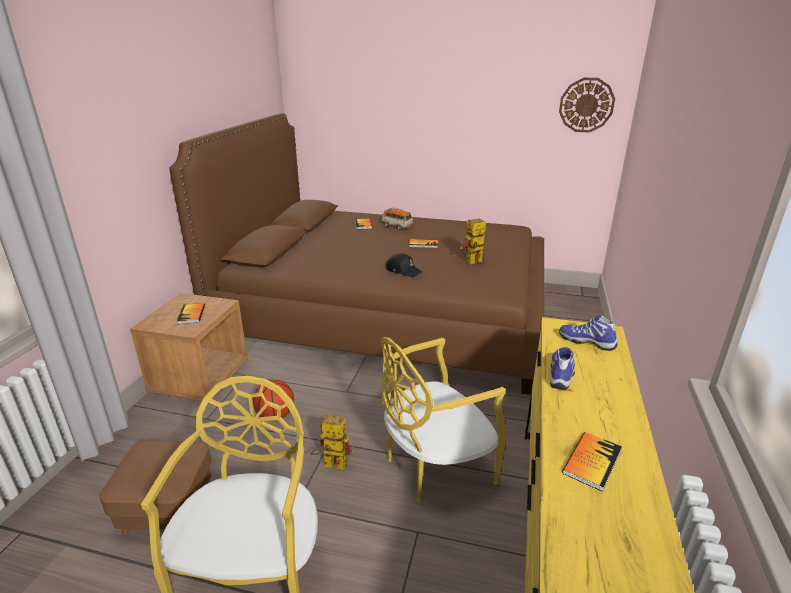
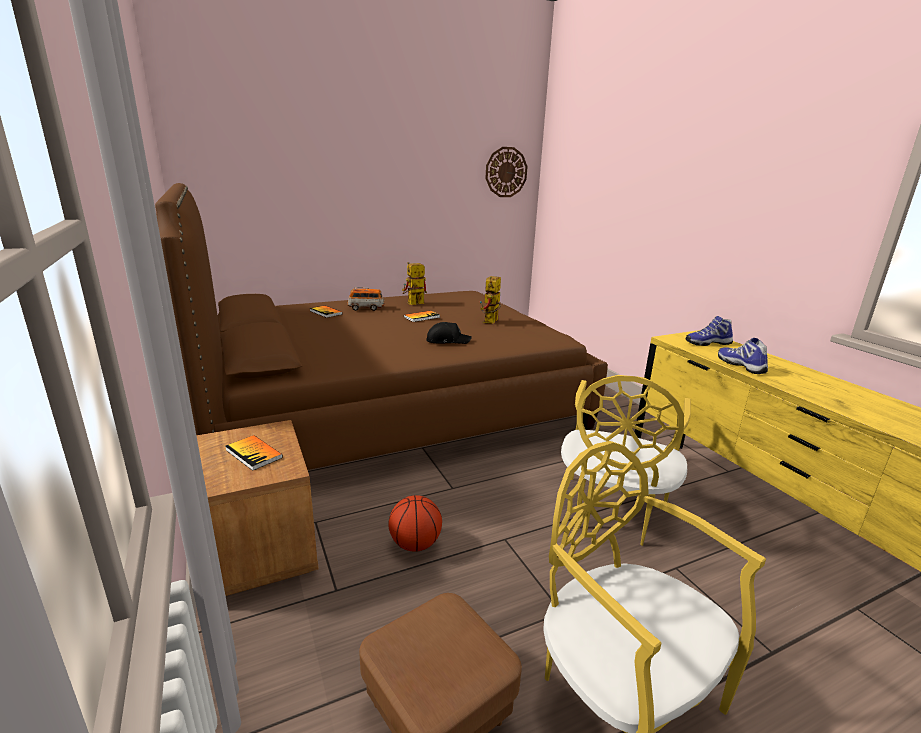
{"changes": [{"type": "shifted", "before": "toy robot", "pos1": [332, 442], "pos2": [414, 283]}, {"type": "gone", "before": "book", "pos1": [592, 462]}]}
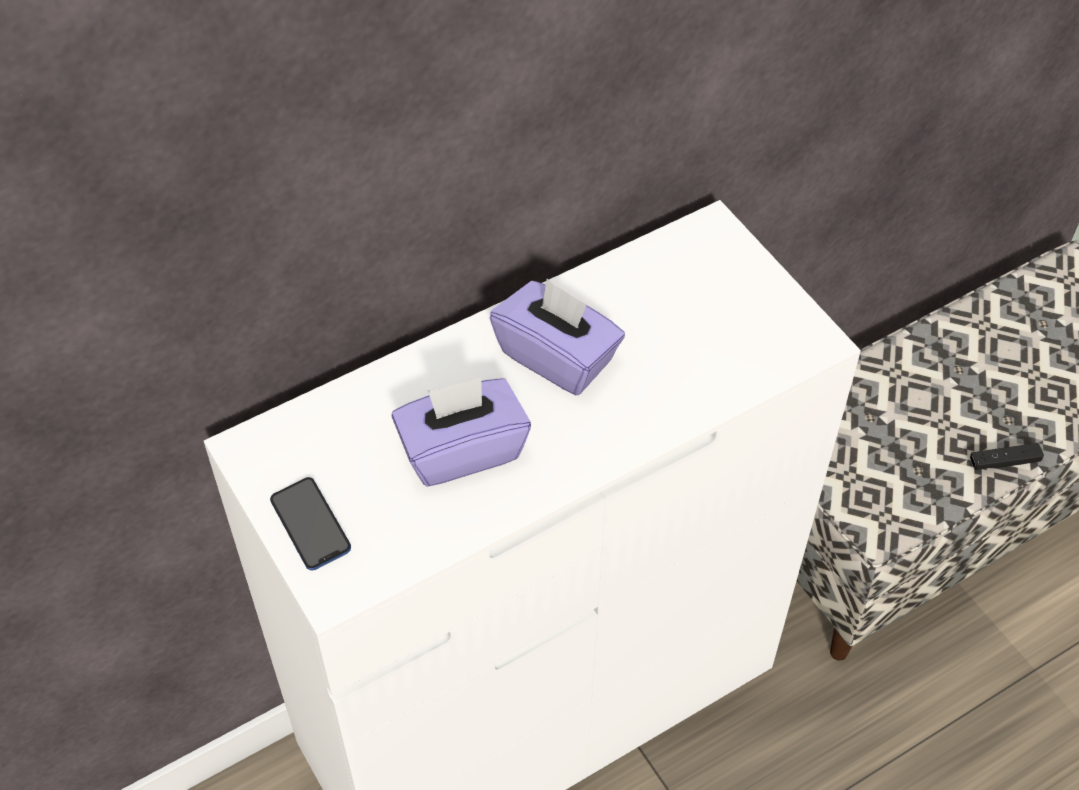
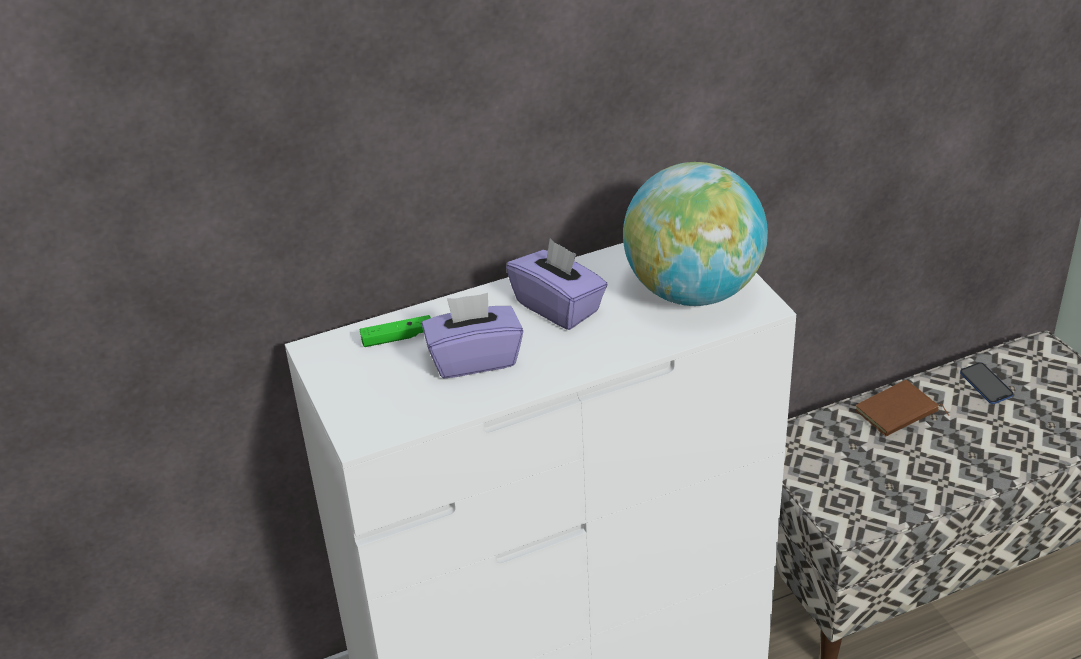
{"changes": [{"type": "new", "after": "game controller (green)", "pos2": [395, 331]}, {"type": "new", "after": "globe", "pos2": [695, 234]}, {"type": "new", "after": "book (brown)", "pos2": [902, 408]}, {"type": "shifted", "before": "phone", "pos1": [310, 523], "pos2": [986, 383]}, {"type": "gone", "before": "game controller (black)", "pos1": [1007, 456]}]}
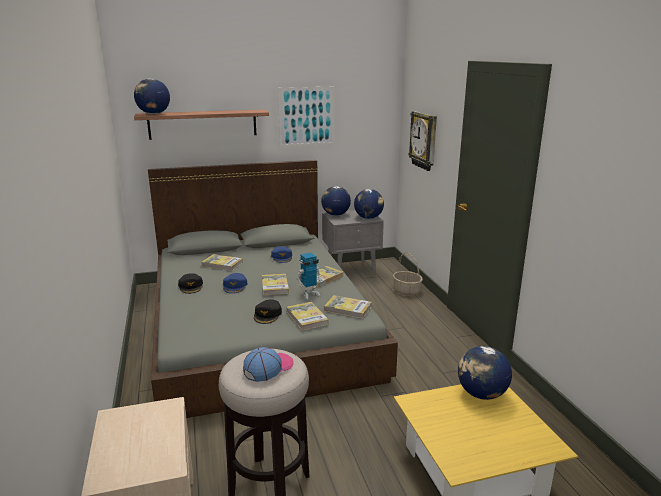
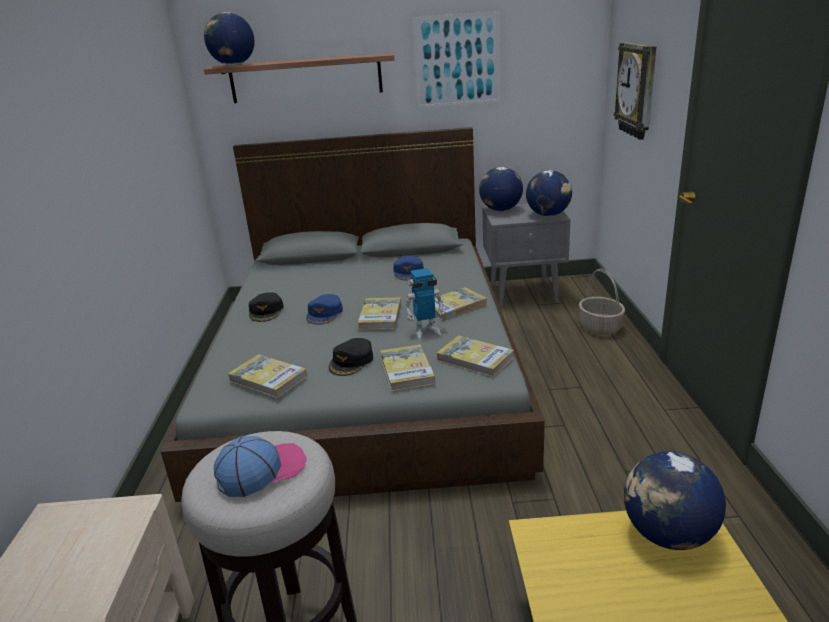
{"changes": [{"type": "shifted", "before": "book", "pos1": [222, 262], "pos2": [267, 376]}]}
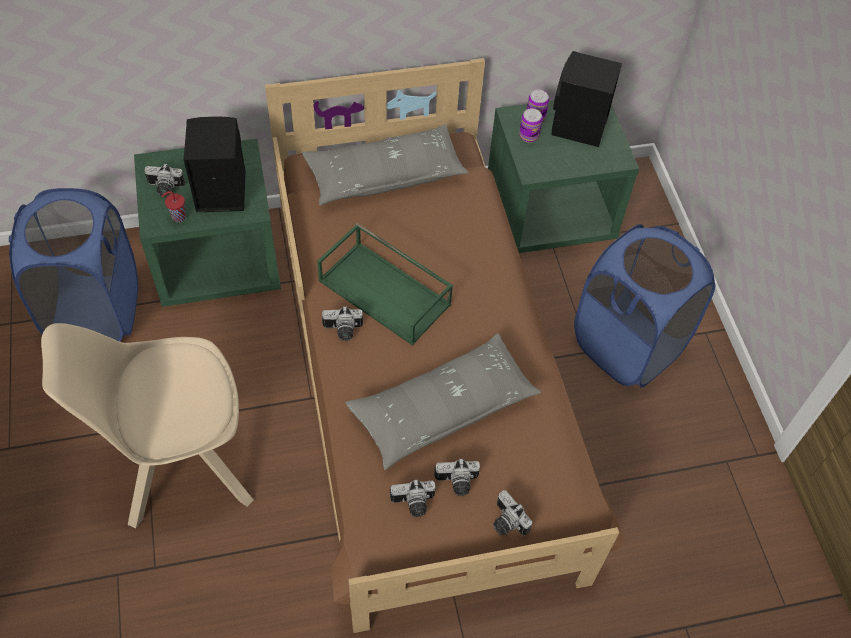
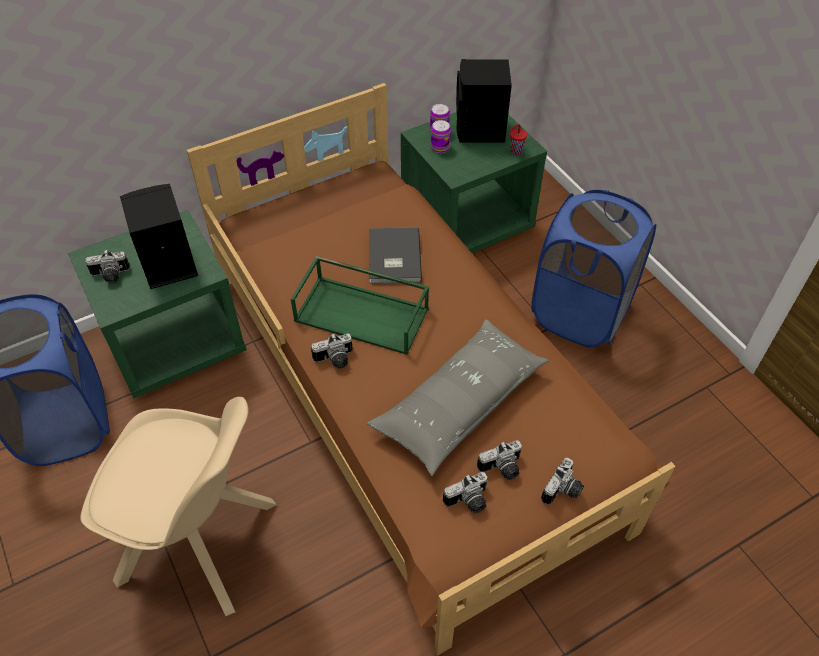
{"changes": [{"type": "rotated", "before": "chair (beige)", "pos1": [147, 426], "pos2": [178, 506], "turn": -135}, {"type": "new", "after": "book (grey)", "pos2": [395, 255]}, {"type": "shifted", "before": "cup (red)", "pos1": [174, 206], "pos2": [518, 139]}, {"type": "rotated", "before": "photo camera", "pos1": [512, 512], "pos2": [562, 481], "turn": -90}, {"type": "gone", "before": "pillow (grey)", "pos1": [385, 164]}]}
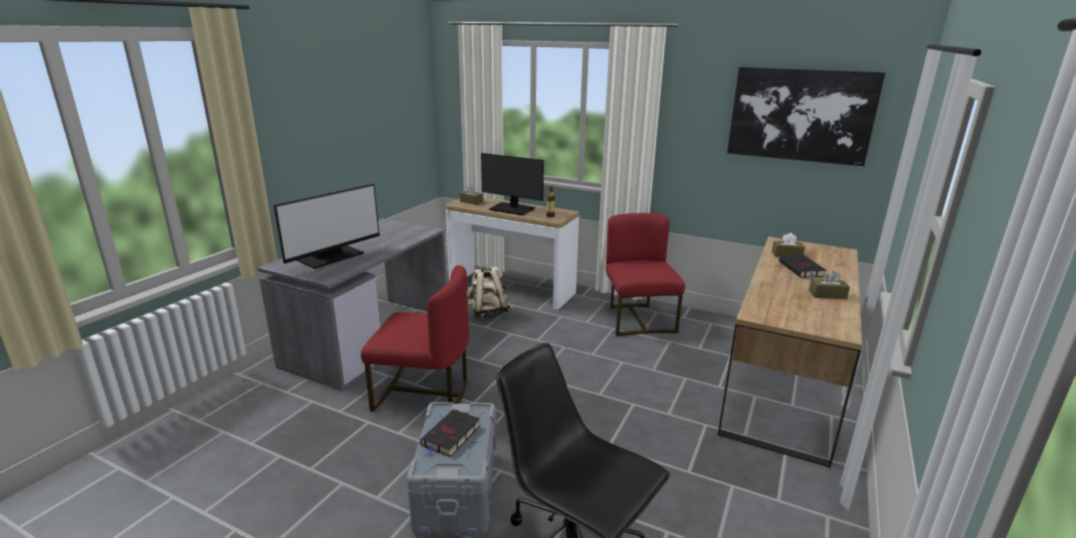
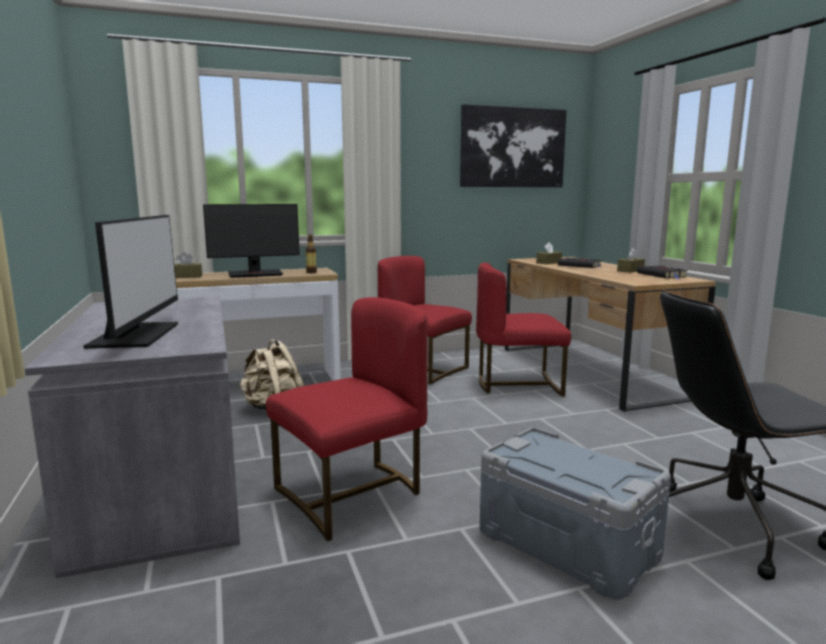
{"changes": [{"type": "new", "after": "chair (red)", "pos2": [523, 330]}, {"type": "shifted", "before": "book (black)", "pos1": [450, 433], "pos2": [662, 272]}]}
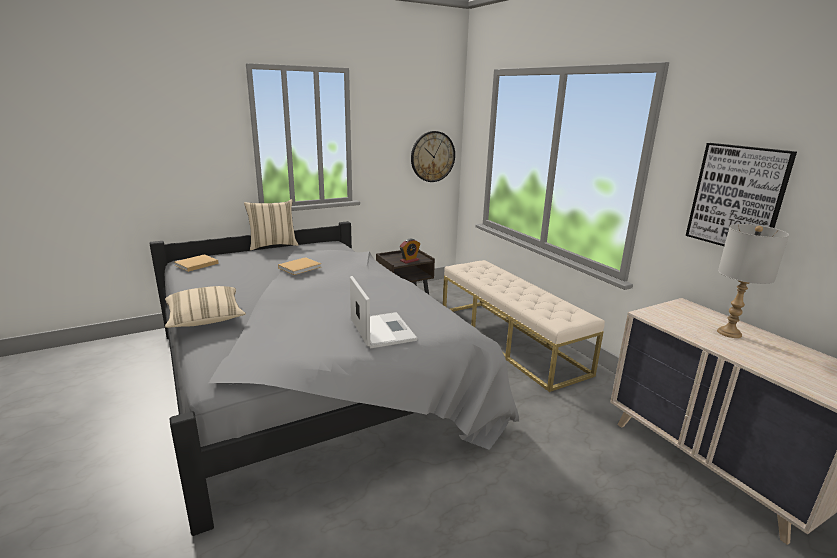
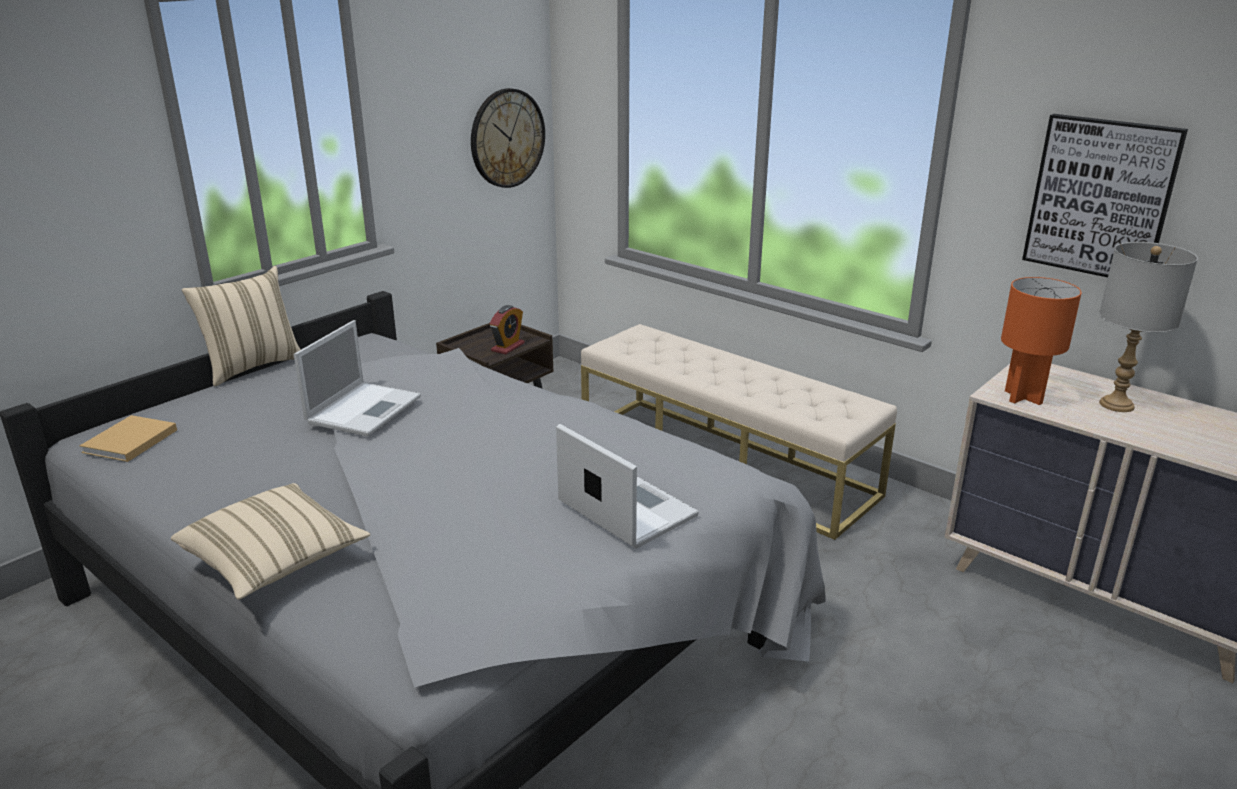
{"changes": [{"type": "swapped", "before": "book (beige)", "after": "laptop", "pos1": [299, 266], "pos2": [357, 378]}, {"type": "new", "after": "table lamp (orange)", "pos2": [1041, 341]}]}
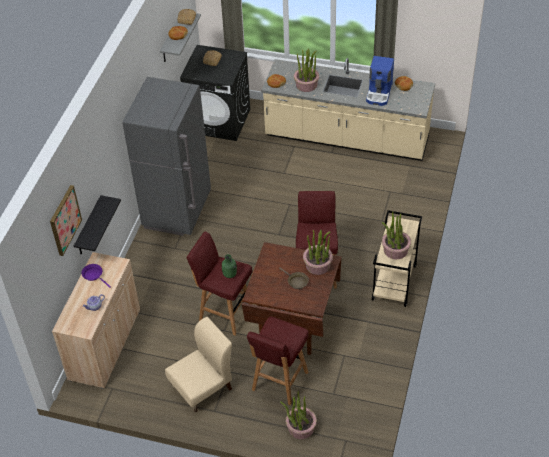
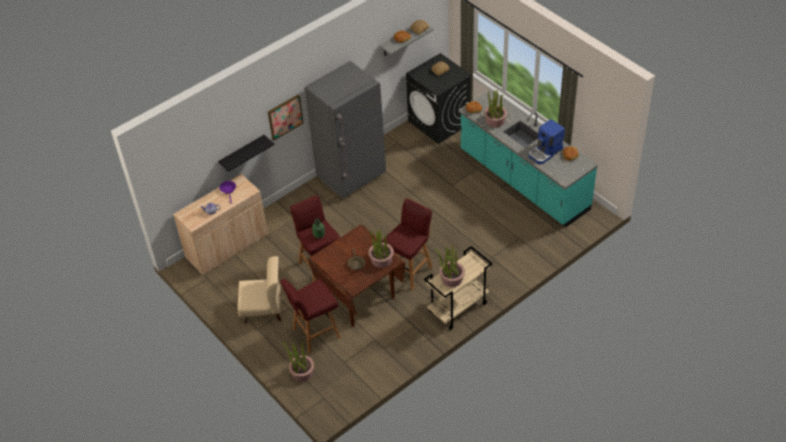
{"changes": [{"type": "shifted", "before": "picture", "pos1": [66, 220], "pos2": [286, 117]}, {"type": "repainted", "before": "counter (beige)", "after": "counter (turquoise)", "pos1": [348, 109], "pos2": [528, 158]}]}
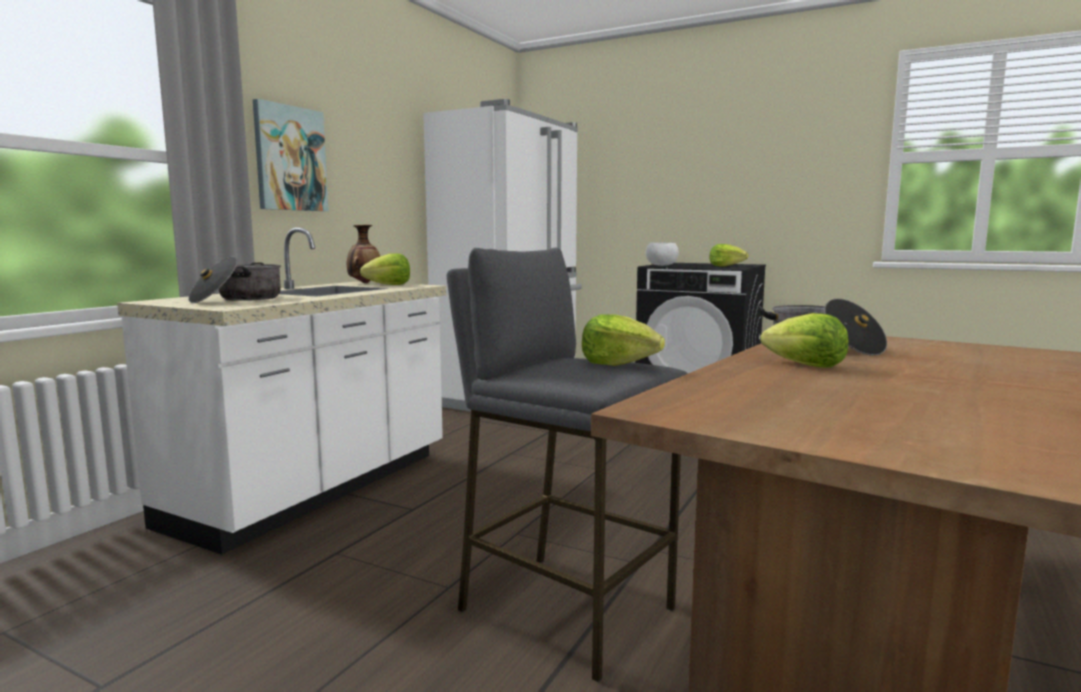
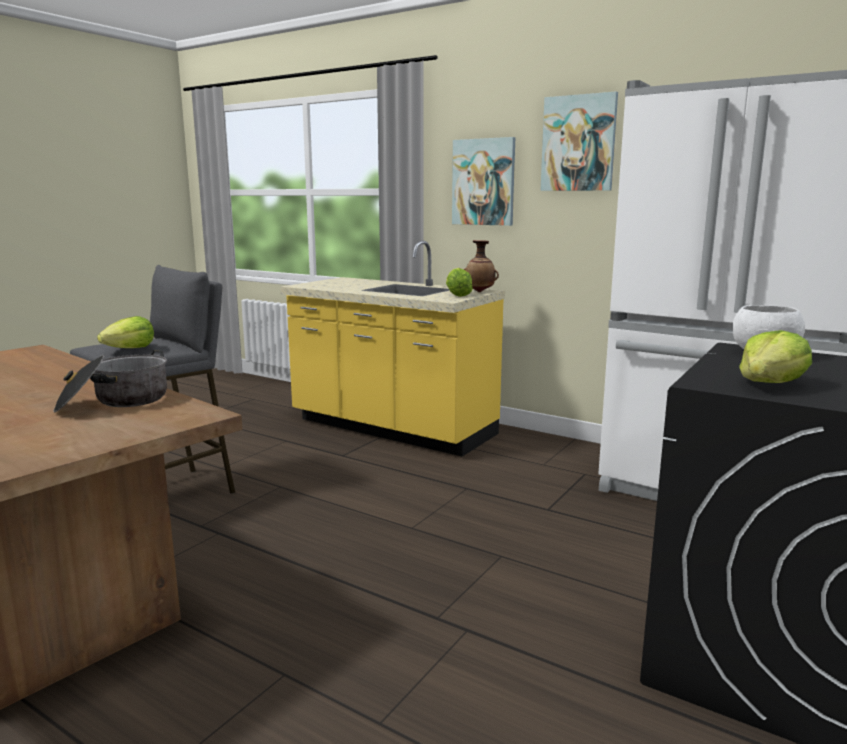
{"changes": [{"type": "repainted", "before": "counter (white)", "after": "counter (yellow)", "pos1": [281, 391], "pos2": [392, 348]}, {"type": "new", "after": "picture", "pos2": [579, 141]}, {"type": "gone", "before": "cooking pot", "pos1": [234, 279]}, {"type": "gone", "before": "lettuce", "pos1": [804, 340]}]}
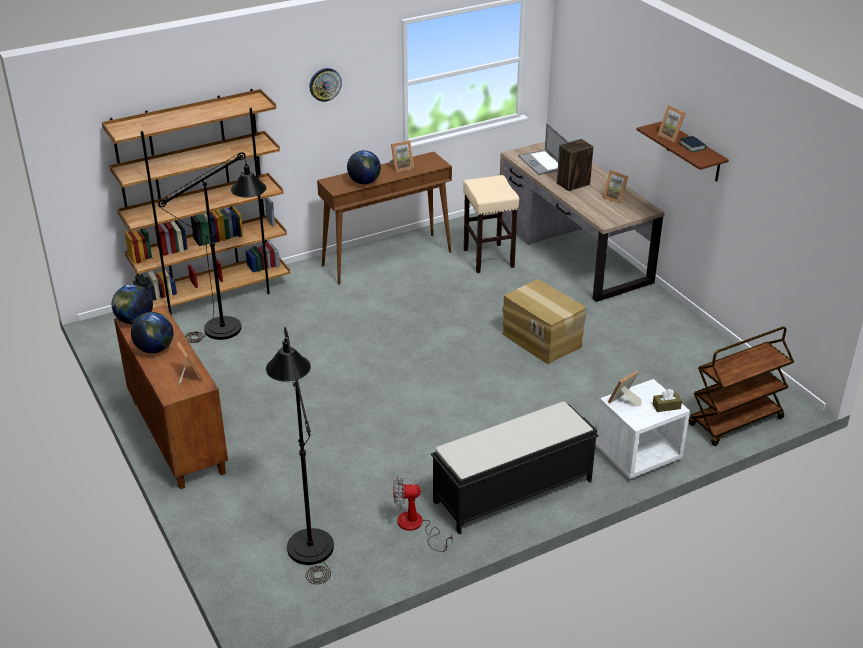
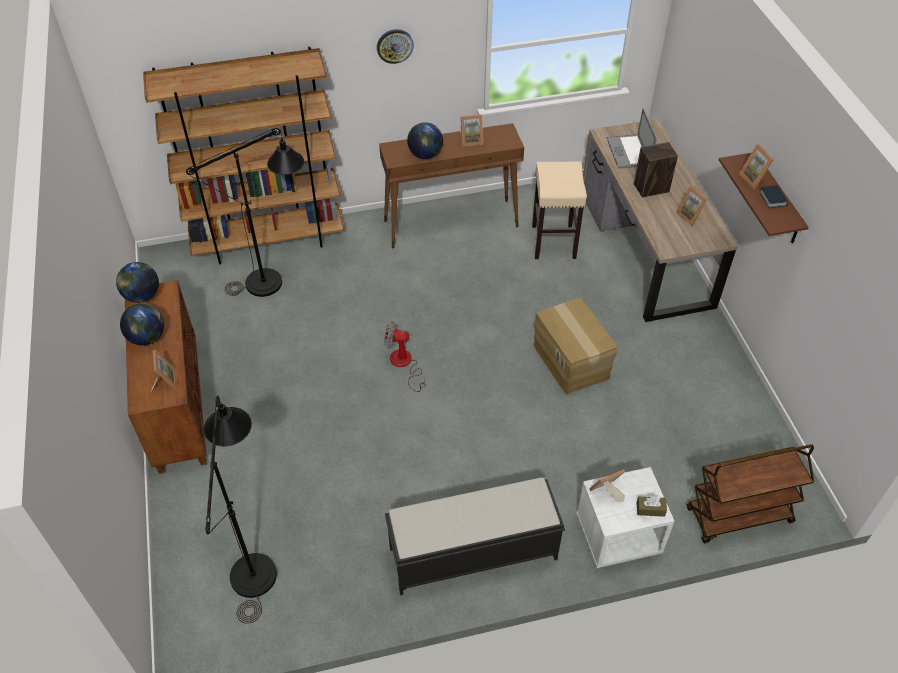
{"changes": [{"type": "shifted", "before": "fan", "pos1": [422, 514], "pos2": [404, 356]}]}
